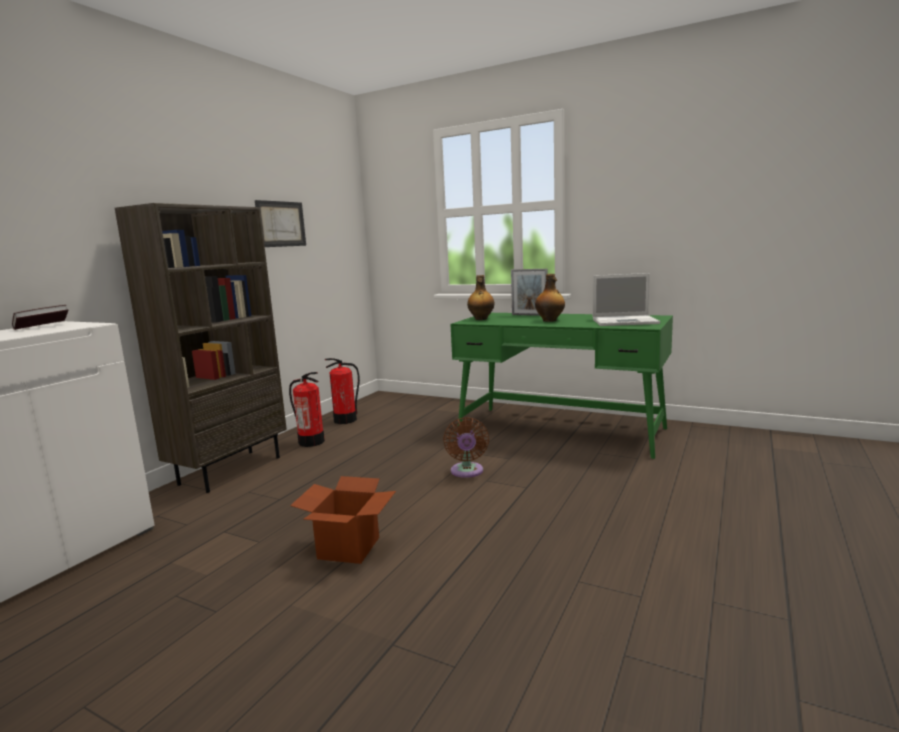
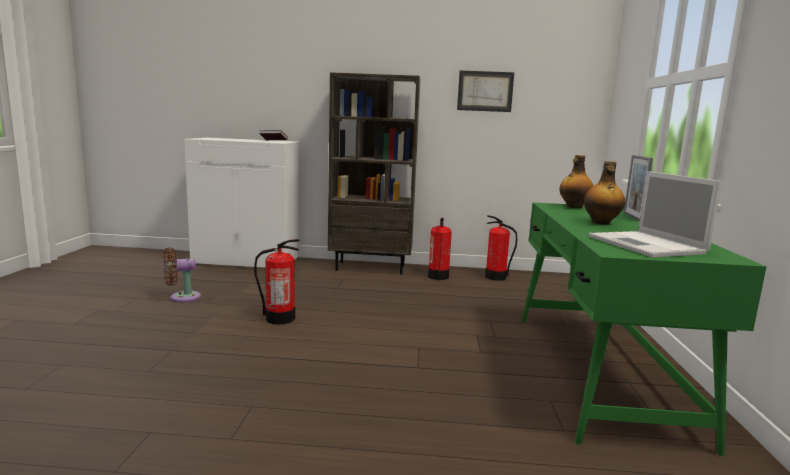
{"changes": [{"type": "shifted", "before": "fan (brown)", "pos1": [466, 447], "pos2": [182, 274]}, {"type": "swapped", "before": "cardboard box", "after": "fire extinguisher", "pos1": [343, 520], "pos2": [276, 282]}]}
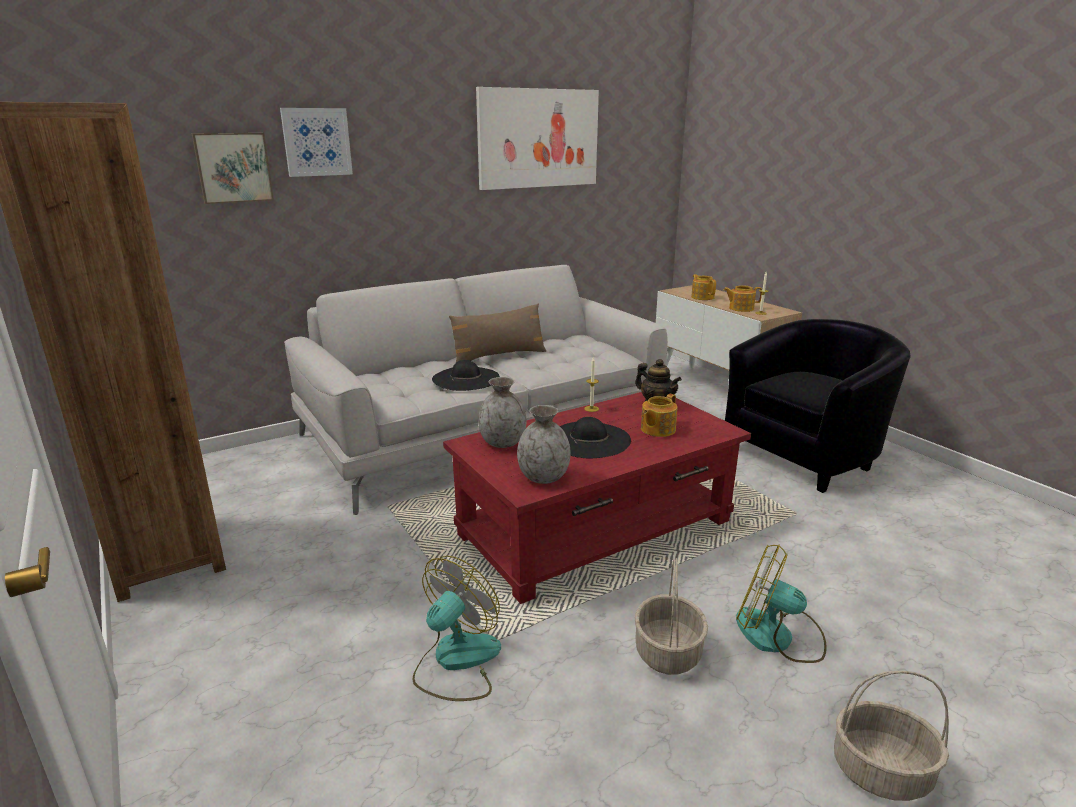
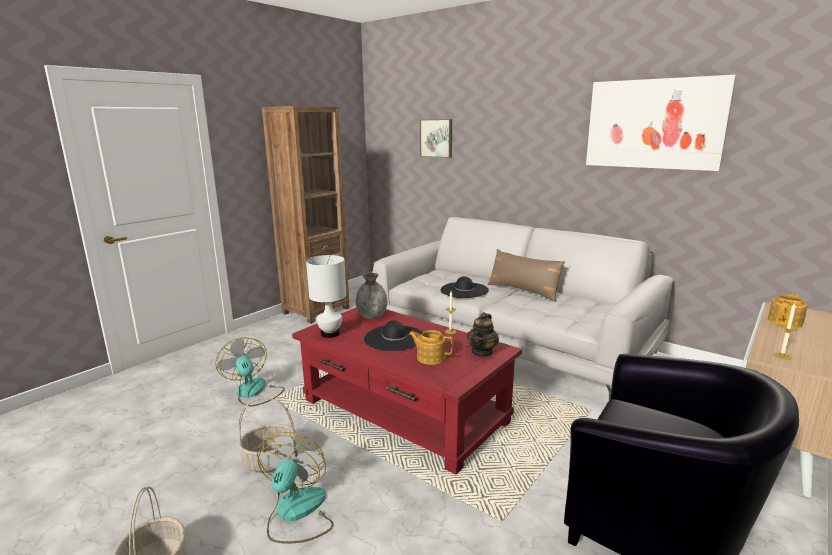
{"changes": [{"type": "rotated", "before": "fan", "pos1": [457, 628], "pos2": [250, 371], "turn": -135}, {"type": "swapped", "before": "vase (grey)", "after": "table lamp (white)", "pos1": [543, 444], "pos2": [326, 296]}, {"type": "gone", "before": "picture", "pos1": [316, 142]}, {"type": "gone", "before": "teapot", "pos1": [743, 298]}]}
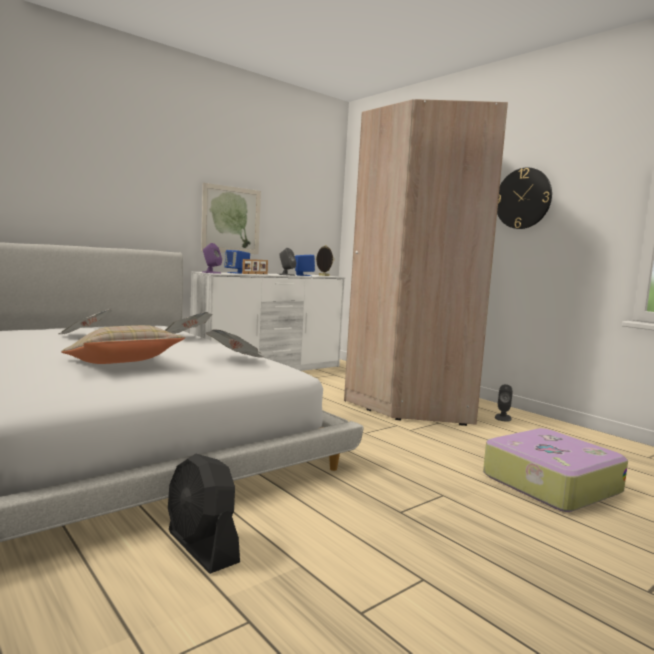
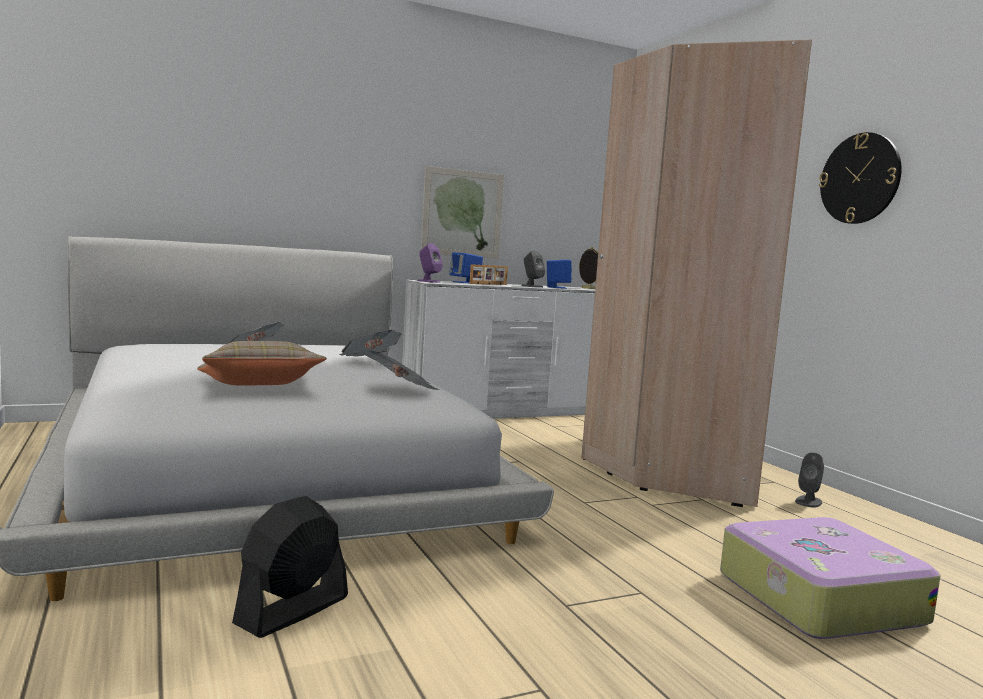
{"changes": [{"type": "rotated", "before": "fan (black)", "pos1": [204, 514], "pos2": [290, 567], "turn": 60}]}
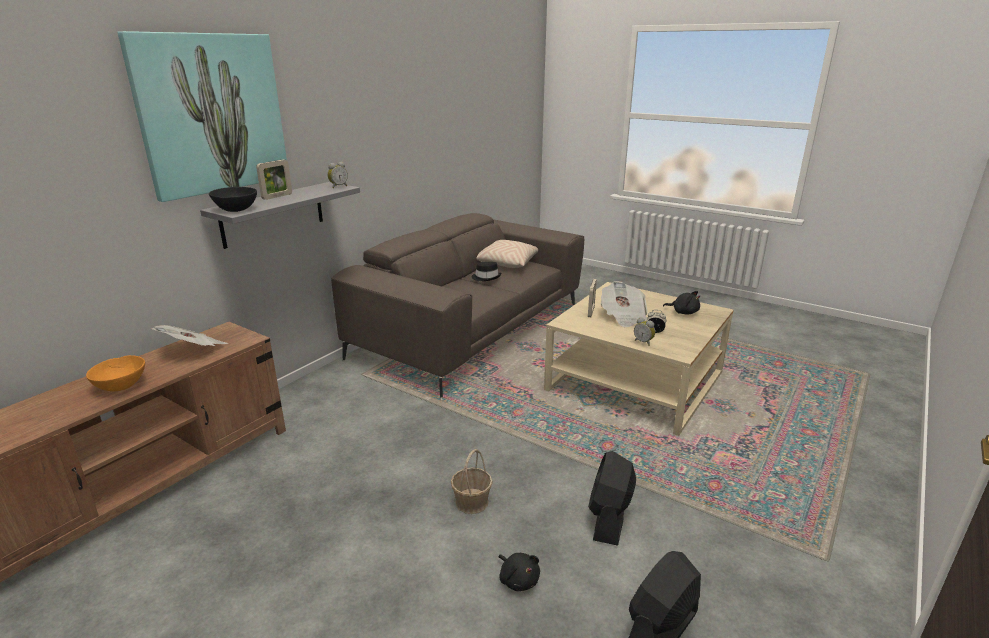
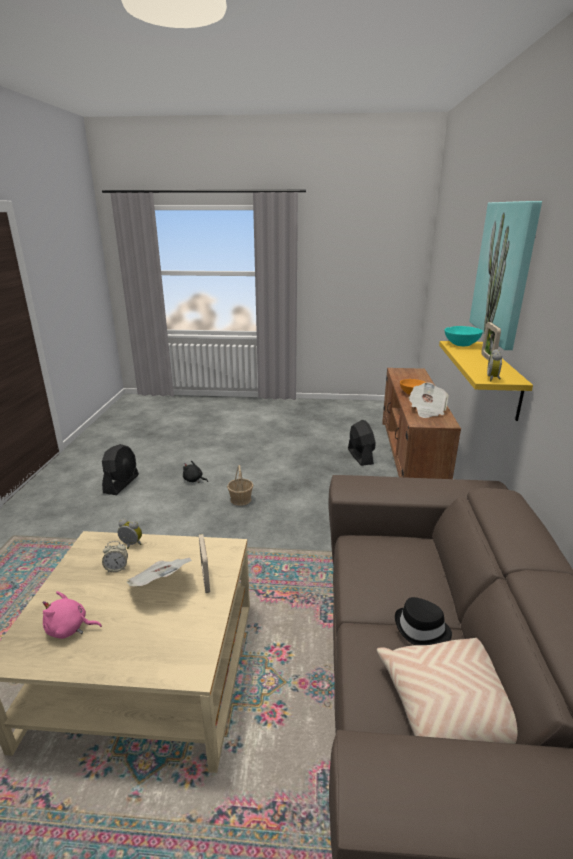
{"changes": [{"type": "repainted", "before": "plush toy (black)", "after": "plush toy (pink)", "pos1": [681, 303], "pos2": [72, 615]}, {"type": "shifted", "before": "fan (black)", "pos1": [612, 498], "pos2": [361, 443]}, {"type": "repainted", "before": "shelf (grey)", "after": "shelf (yellow)", "pos1": [280, 215], "pos2": [486, 381]}, {"type": "repainted", "before": "bowl (black)", "after": "bowl (turquoise)", "pos1": [233, 199], "pos2": [464, 336]}]}
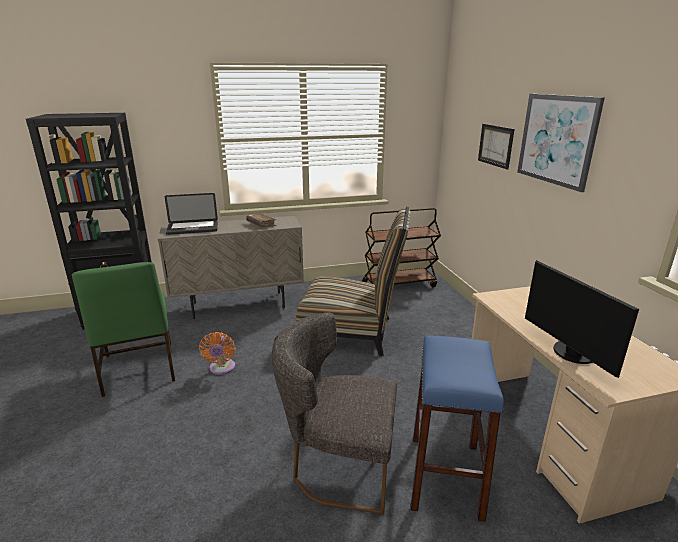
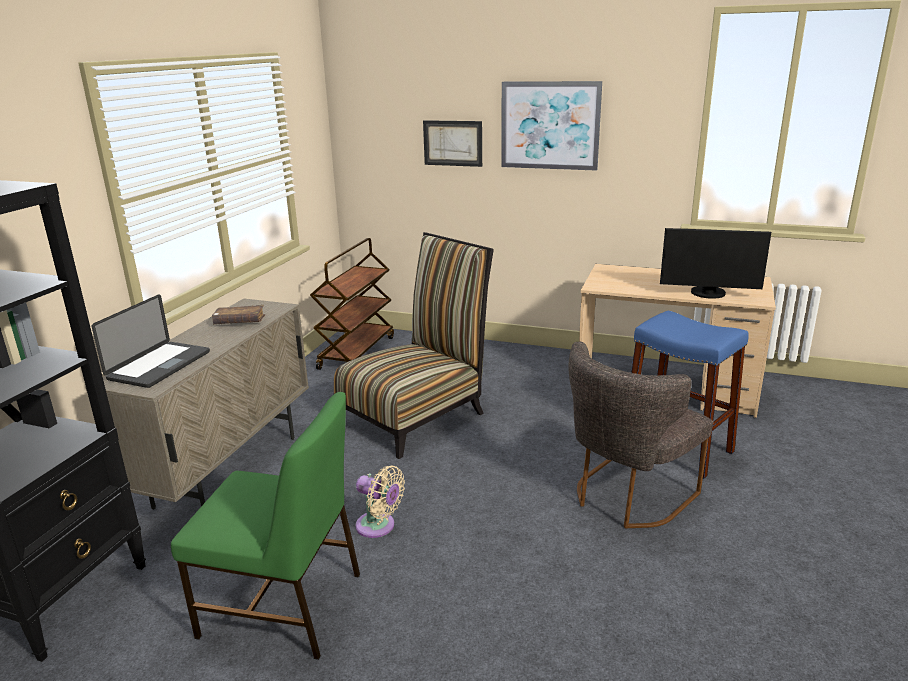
{"changes": [{"type": "repainted", "before": "fan (orange)", "after": "fan (beige)", "pos1": [217, 353], "pos2": [380, 502]}]}
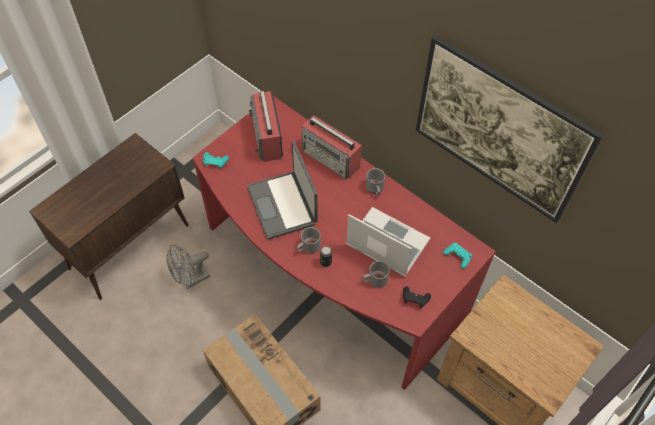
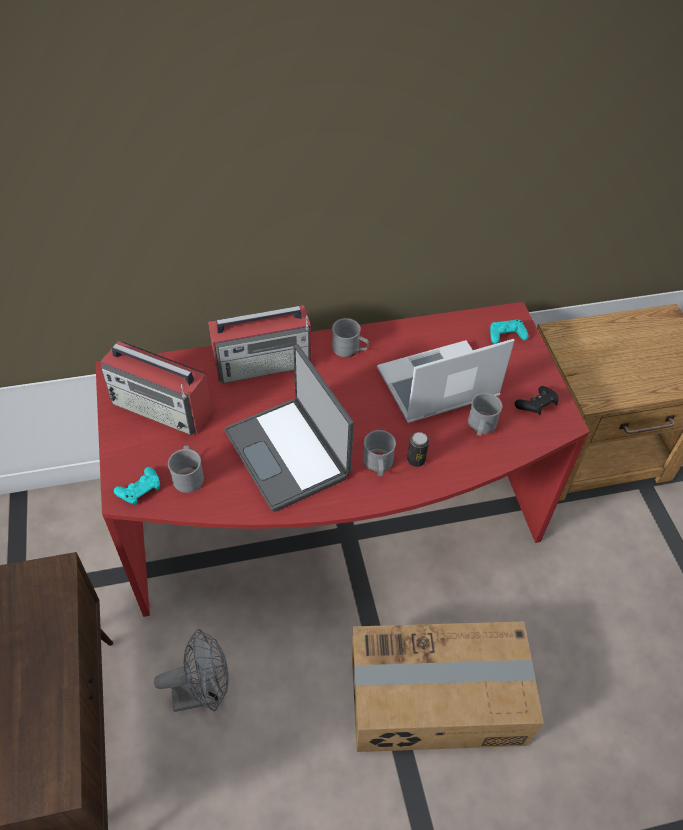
{"changes": [{"type": "rotated", "before": "fan (grey)", "pos1": [188, 266], "pos2": [191, 670], "turn": -105}, {"type": "new", "after": "mug (grey)", "pos2": [186, 469]}, {"type": "rotated", "before": "laptop", "pos1": [282, 190], "pos2": [289, 428], "turn": 45}, {"type": "gone", "before": "picture", "pos1": [509, 129]}]}
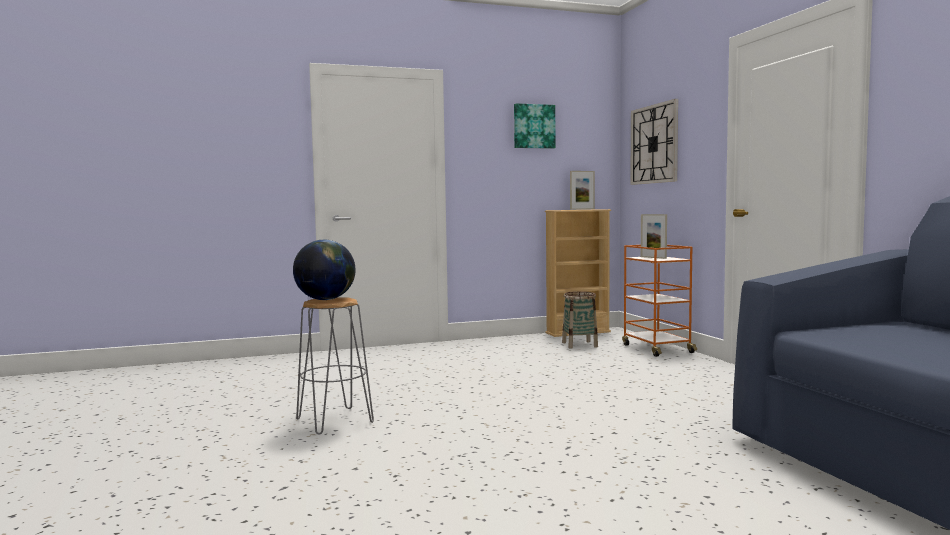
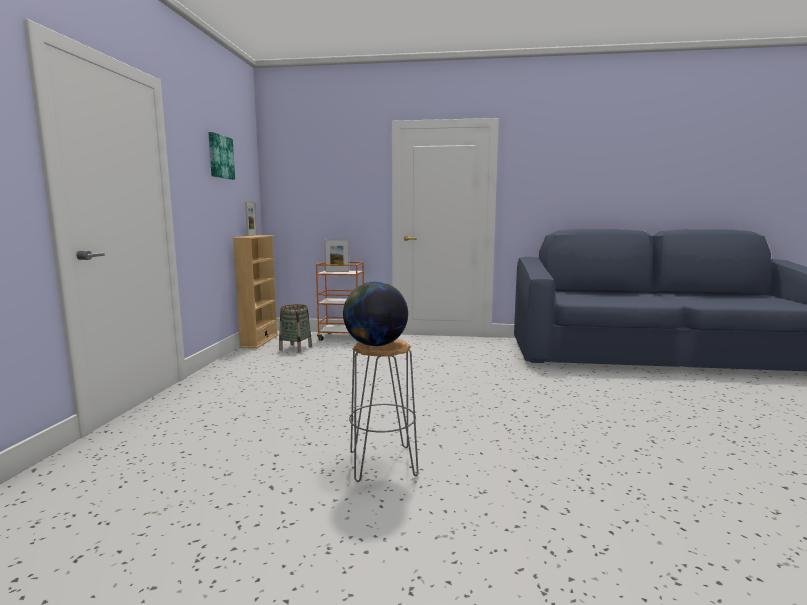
{"changes": [{"type": "gone", "before": "wall clock", "pos1": [654, 142]}]}
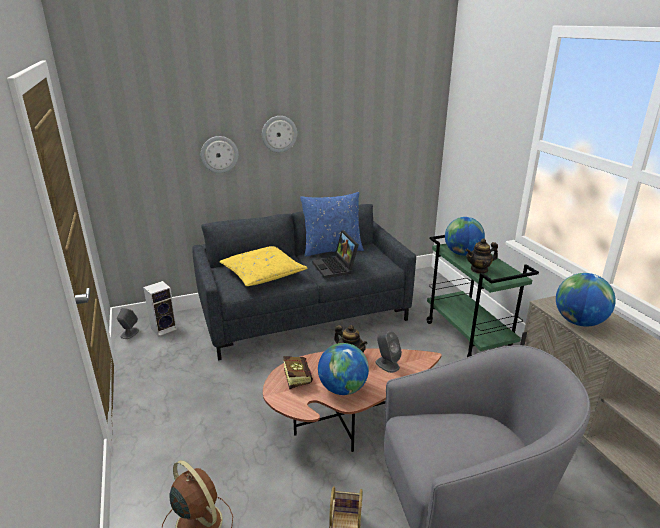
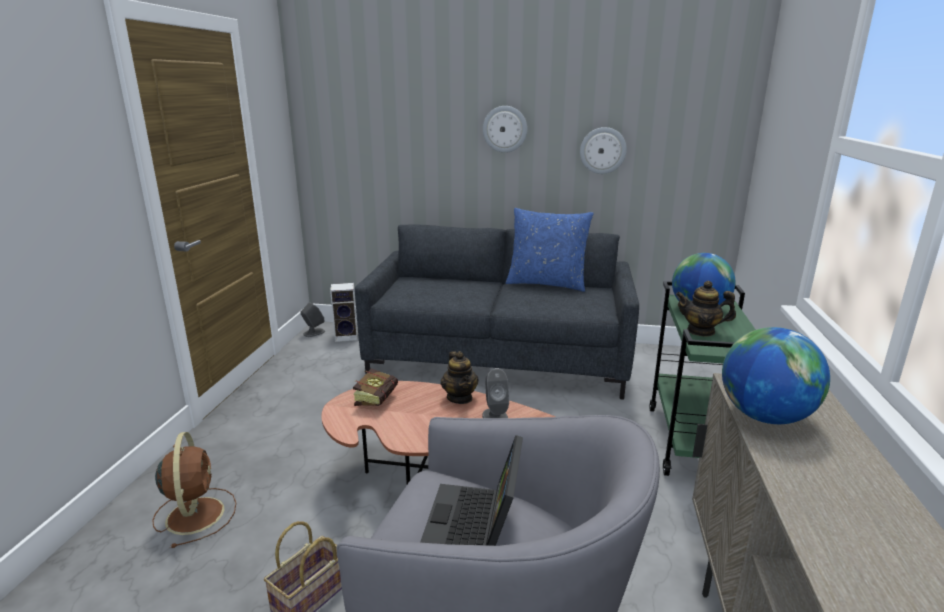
{"changes": [{"type": "shifted", "before": "laptop", "pos1": [335, 254], "pos2": [471, 490]}, {"type": "shifted", "before": "wall clock", "pos1": [219, 154], "pos2": [603, 150]}, {"type": "gone", "before": "pillow (yellow)", "pos1": [263, 266]}, {"type": "gone", "before": "globe", "pos1": [343, 369]}]}
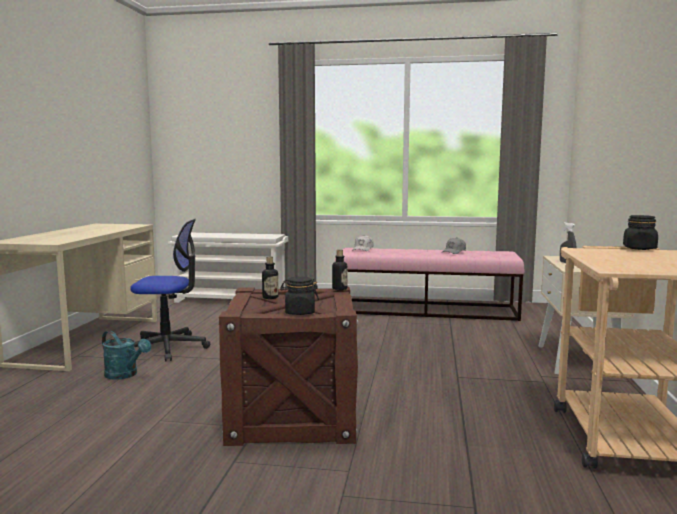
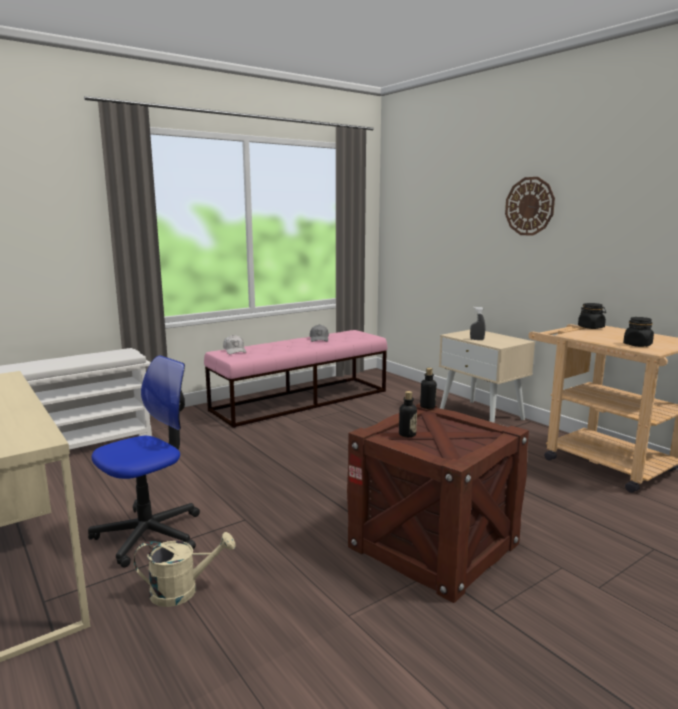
{"changes": [{"type": "repainted", "before": "watering can (turquoise)", "after": "watering can (beige)", "pos1": [126, 355], "pos2": [185, 569]}, {"type": "new", "after": "wall clock", "pos2": [530, 206]}, {"type": "shifted", "before": "jar (black)", "pos1": [299, 296], "pos2": [638, 332]}]}
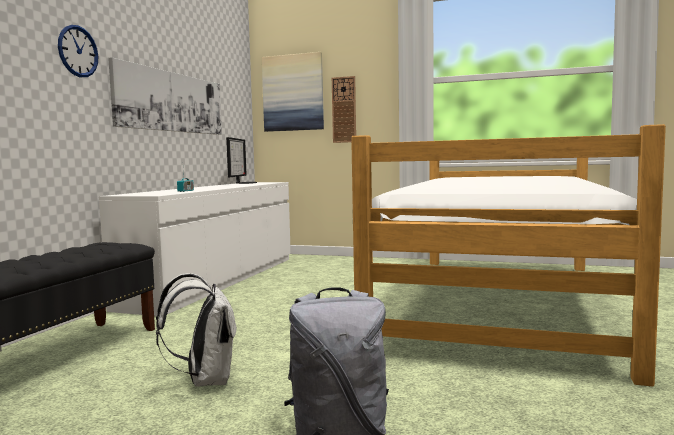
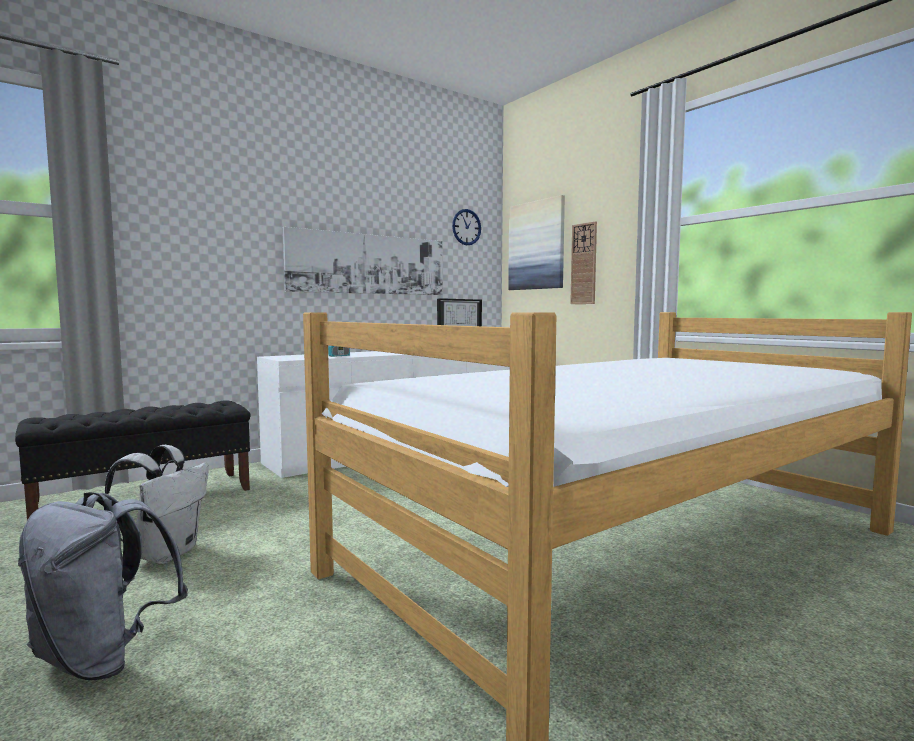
{"changes": [{"type": "shifted", "before": "wall clock", "pos1": [78, 51], "pos2": [466, 227]}]}
